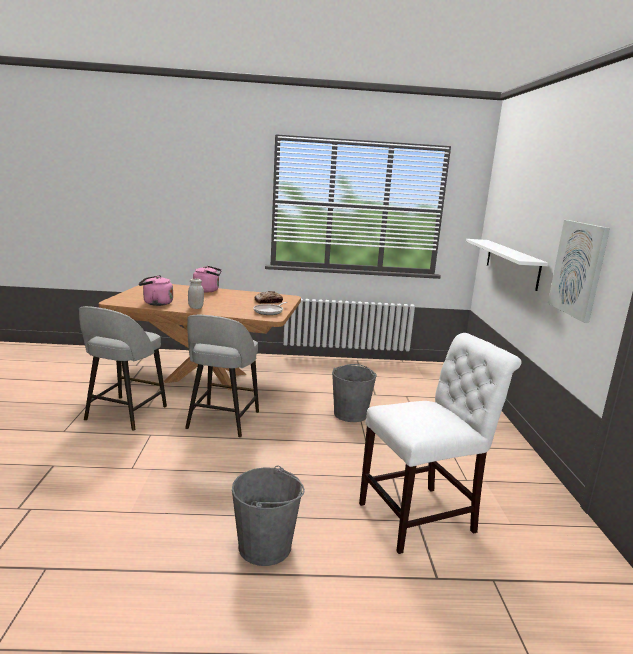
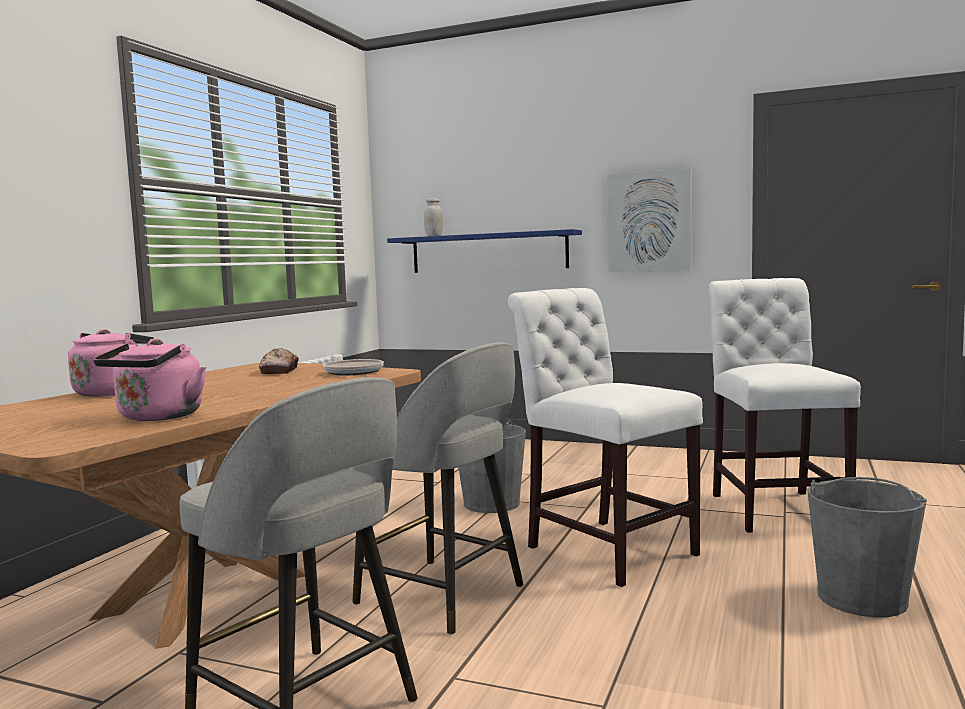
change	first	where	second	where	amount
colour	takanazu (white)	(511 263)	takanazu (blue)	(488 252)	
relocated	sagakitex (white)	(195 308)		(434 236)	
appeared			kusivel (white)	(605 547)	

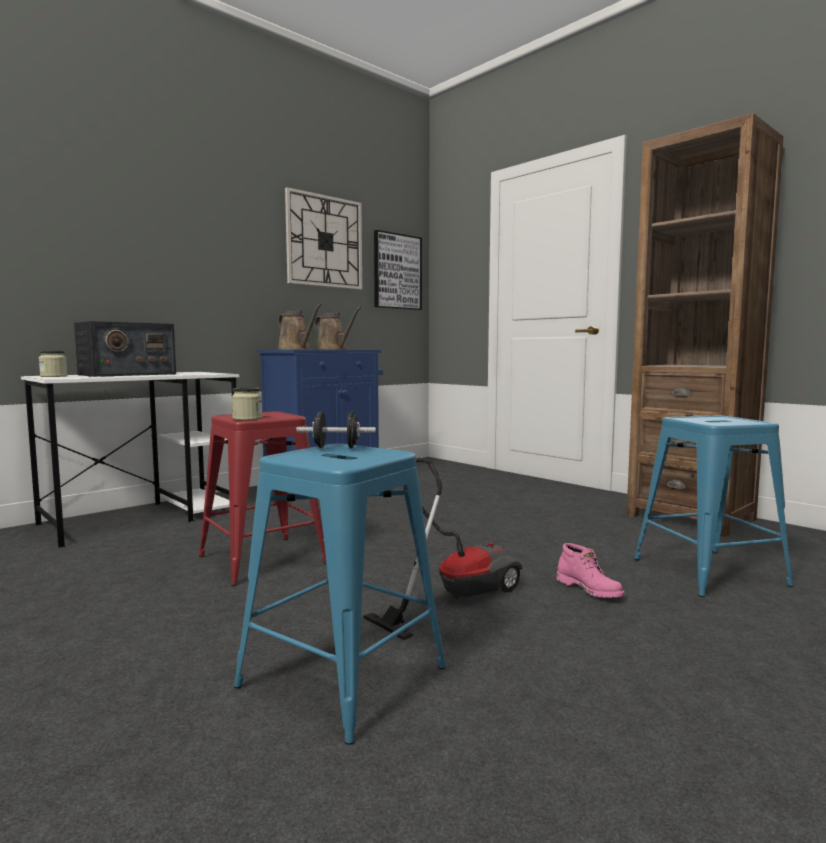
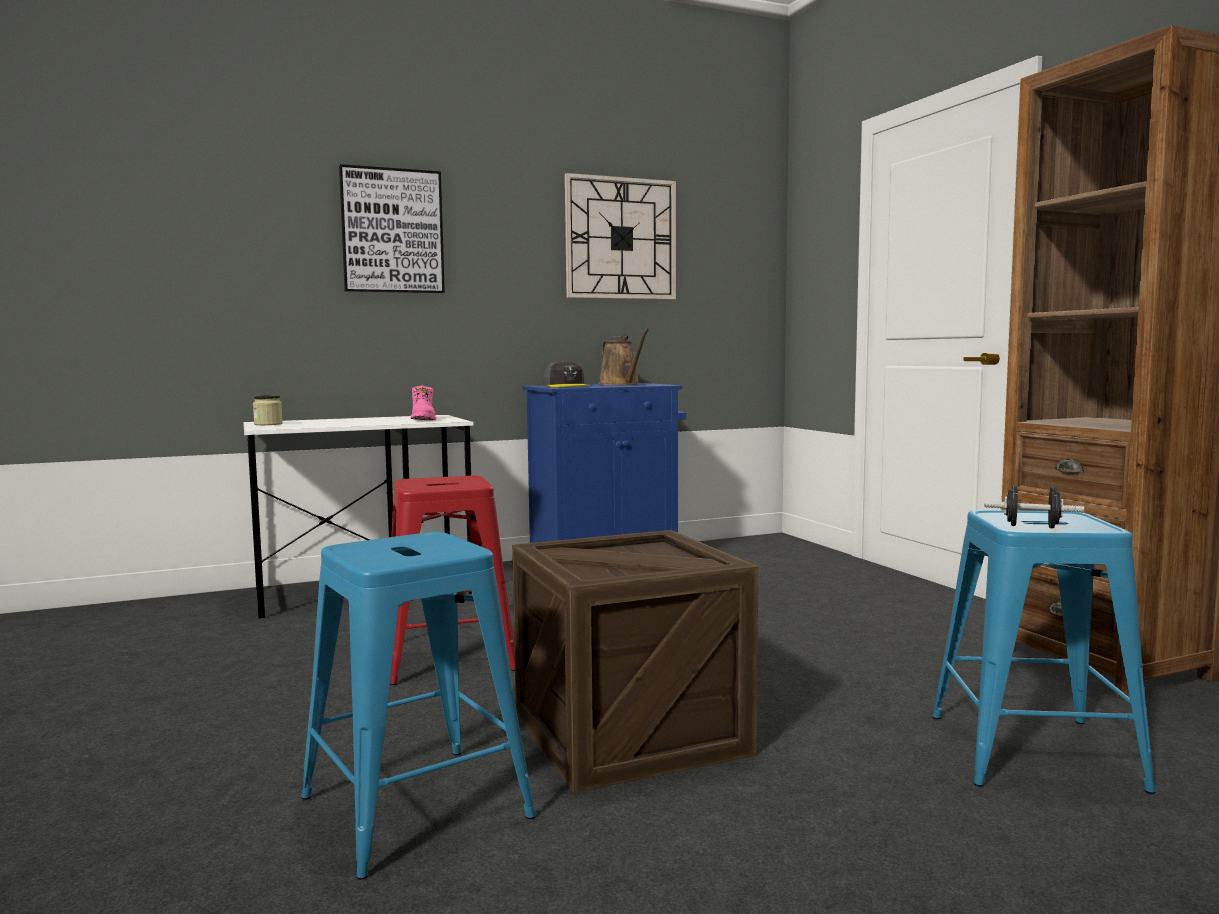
change	first	where	second	where	amount
relocated	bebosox	(397 271)		(392 231)	
relocated	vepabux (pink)	(590 589)		(424 420)	
exchanged	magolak	(454 596)	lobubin	(629 733)	
exchanged	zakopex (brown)	(296 349)	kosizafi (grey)	(566 386)	
relocated	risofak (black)	(336 447)		(1032 526)	
missing	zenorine	(127 374)			
missing	sagakitex	(247 418)			

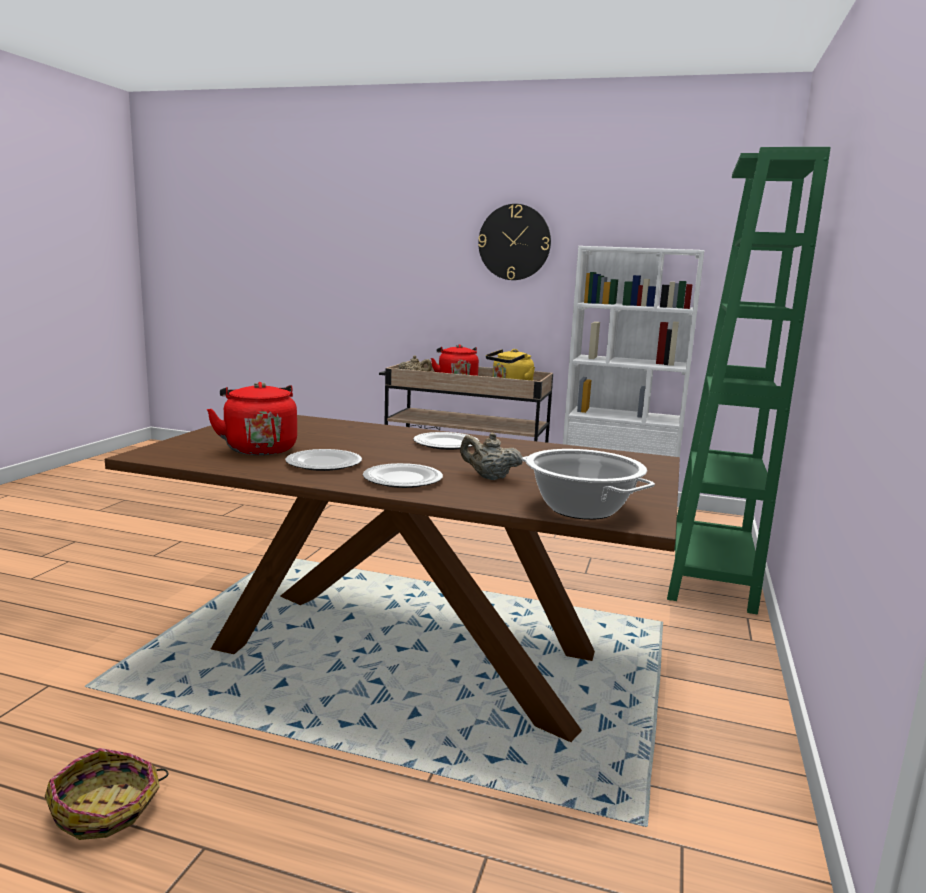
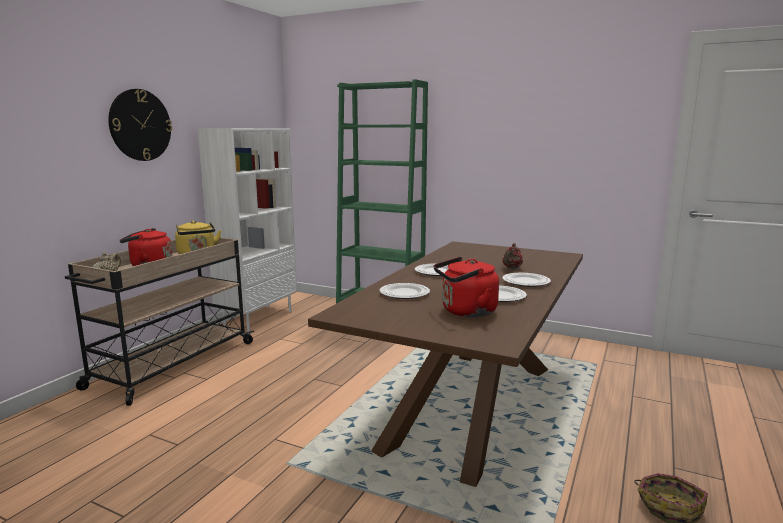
change	first	where	second	where	amount
appeared			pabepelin	(403 293)	
colour	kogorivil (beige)	(489 477)	kogorivil (red)	(512 268)	
missing	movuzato	(582 509)			

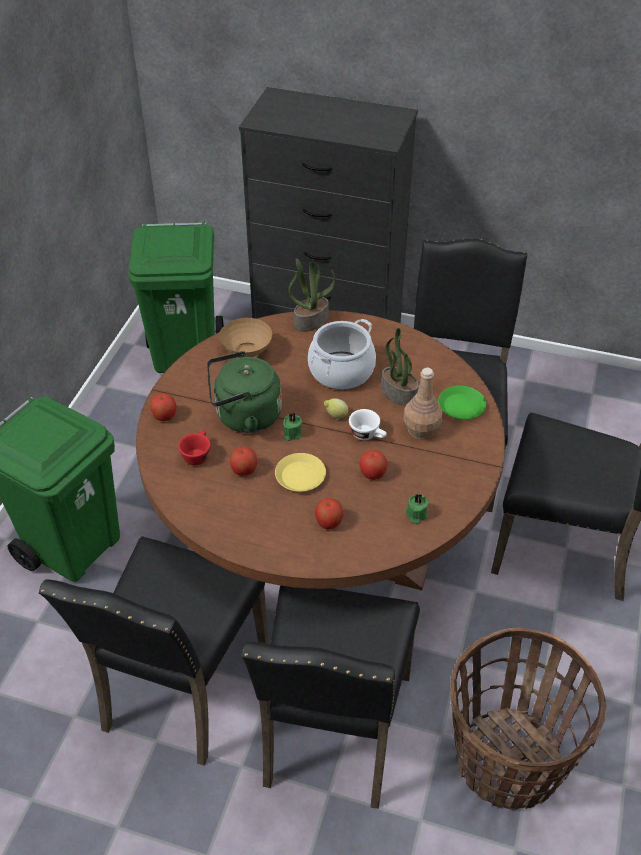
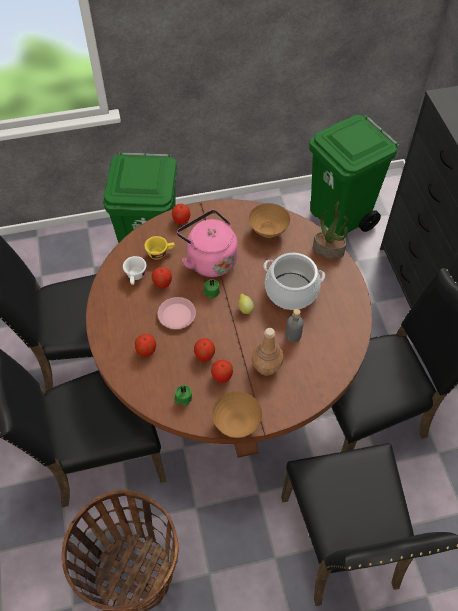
change	first	where	second	where	amount
relocated	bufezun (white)	(368 435)		(136 277)	
colour	bufezun (red)	(197 454)	bufezun (yellow)	(160 253)	
colour	pabepelin (yellow)	(300 476)	pabepelin (pink)	(176 315)	
colour	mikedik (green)	(244 416)	mikedik (pink)	(209 259)	
appeared			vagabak	(222 376)	
appeared			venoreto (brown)	(237 424)	
exchanged	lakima	(398 394)	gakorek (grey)	(293 335)	
missing	pabepelin (green)	(461 406)			

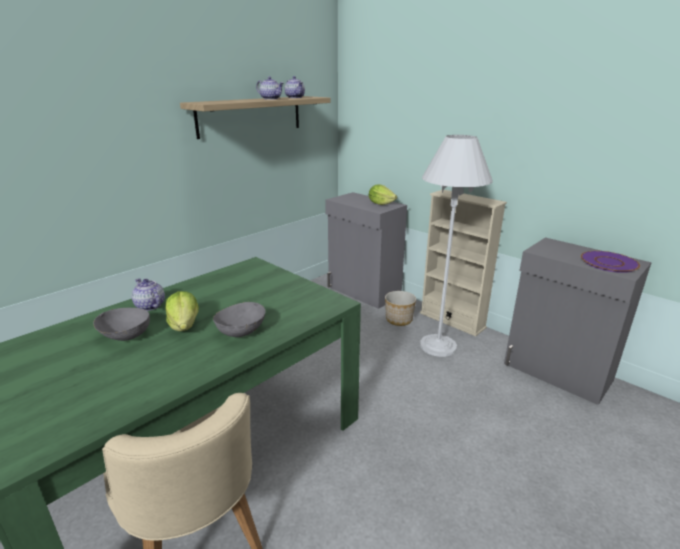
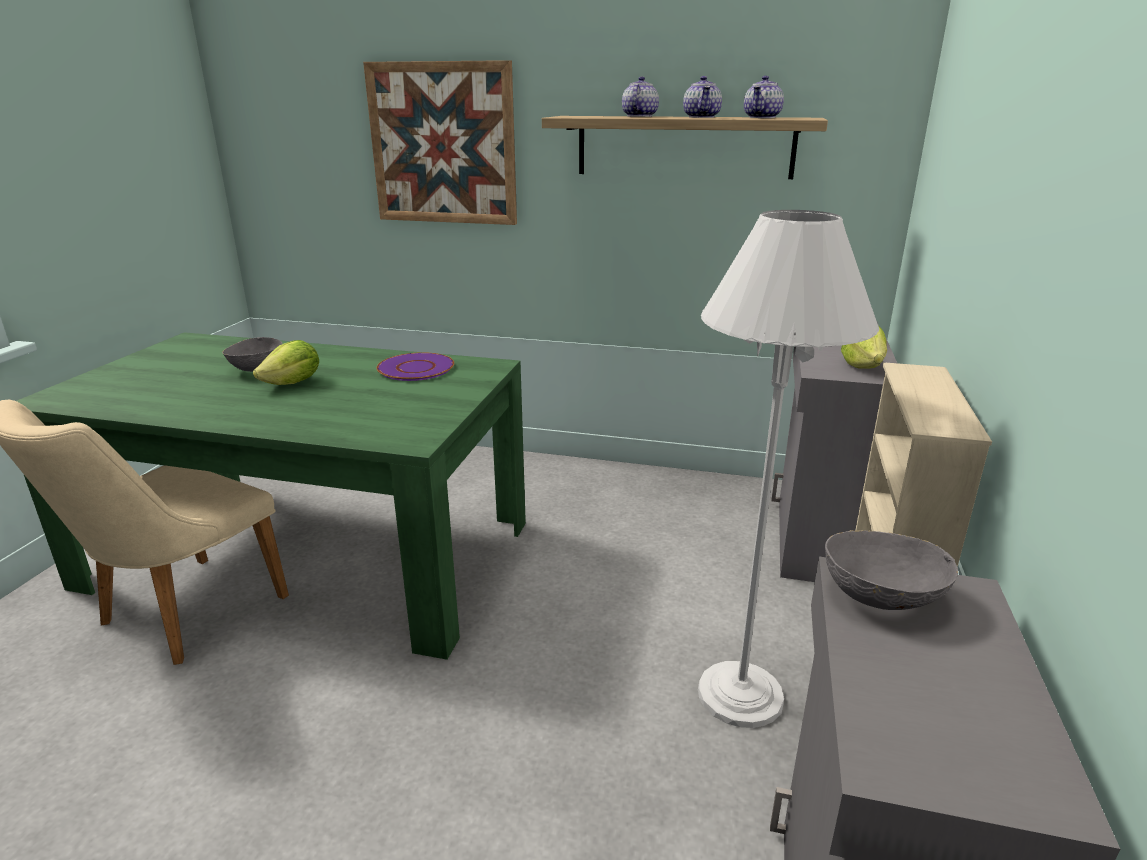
change	first	where	second	where	amount
appeared			bebosox	(443 144)	
relocated	pabepelin (purple)	(608 262)		(416 368)	
relocated	kogorivil	(149 306)		(639 116)	
relocated	venoreto (grey)	(241 331)		(881 595)	
missing	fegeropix	(399 319)			

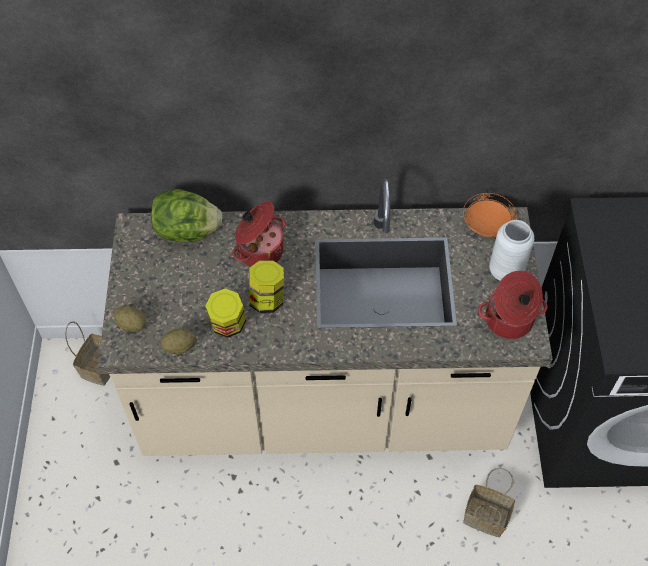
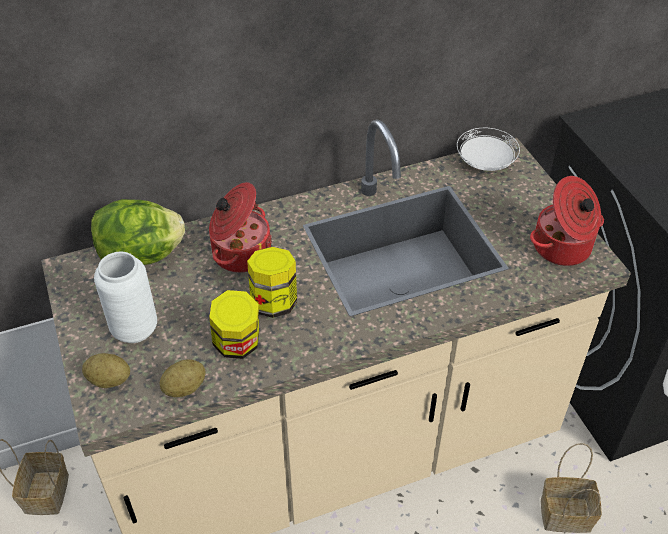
change	first	where	second	where	amount
relocated	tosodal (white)	(505 271)		(134 329)	
colour	pabepelin (orange)	(487 224)	pabepelin (white)	(485 163)	

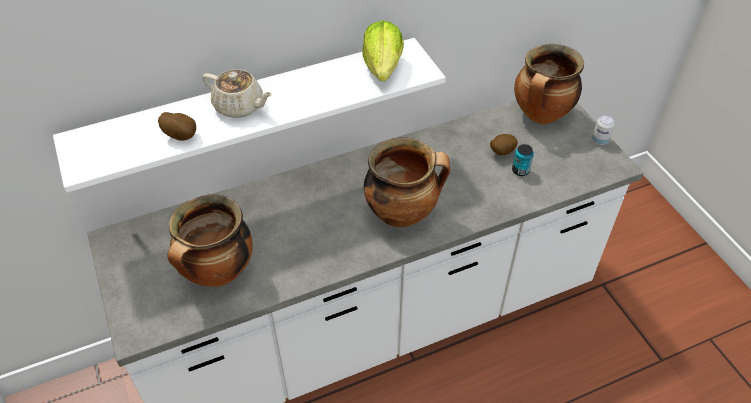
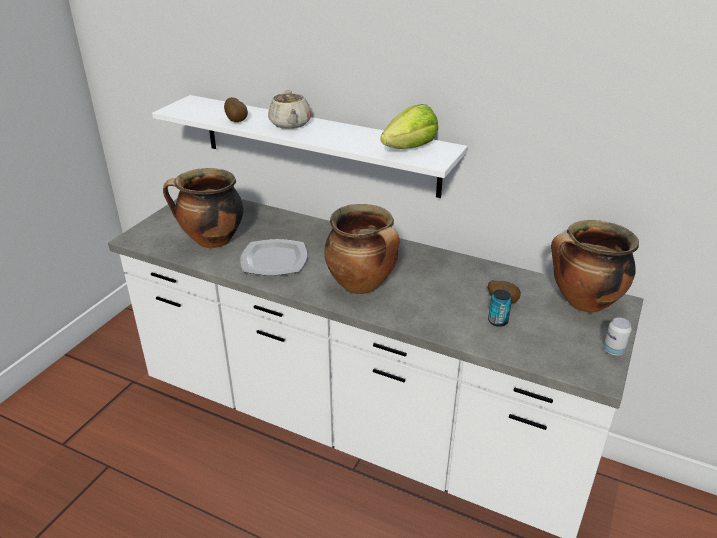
change	first	where	second	where	amount
appeared			pabepelin	(273 260)	

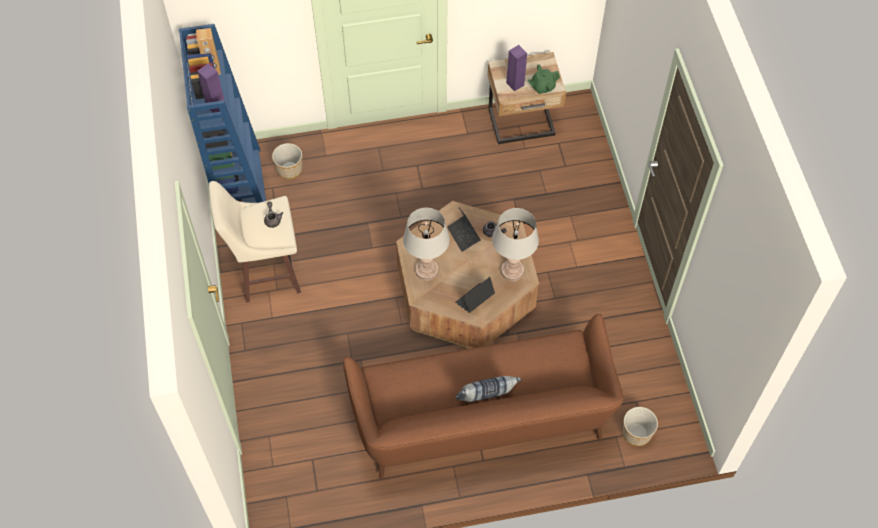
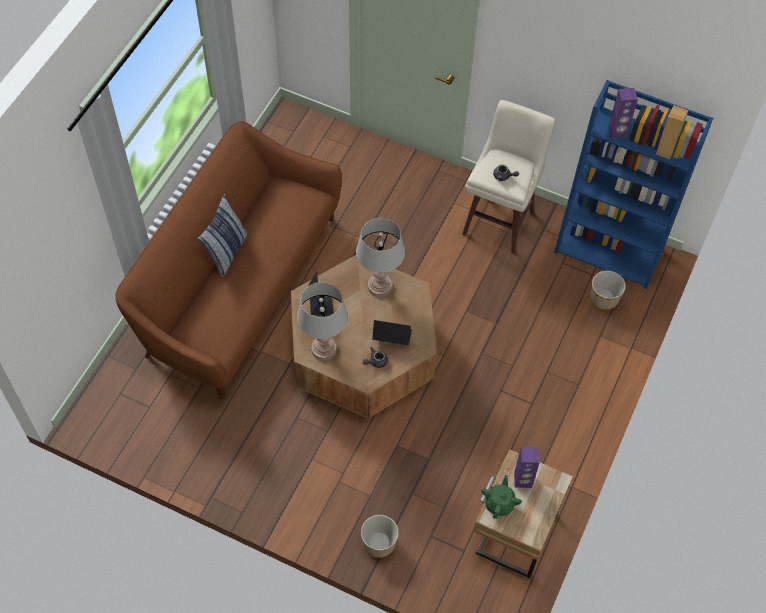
change	first	where	second	where	amount
relocated	fegeropix	(636 432)		(379 543)	

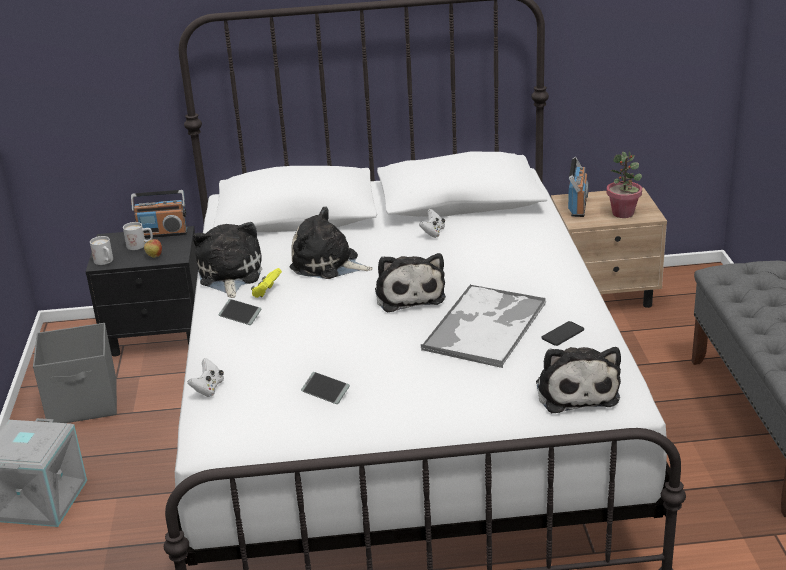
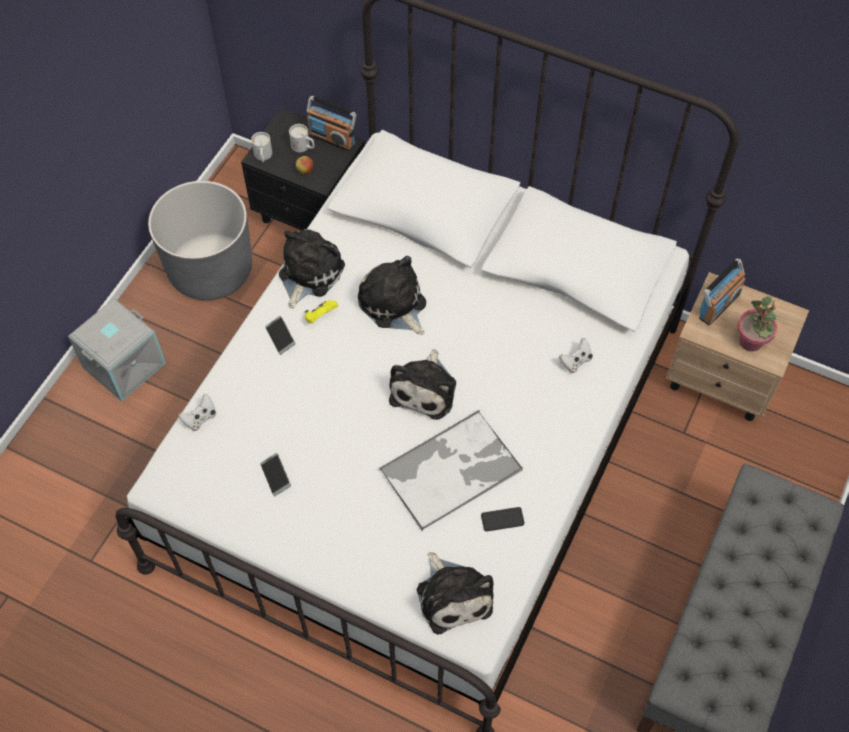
change	first	where	second	where	amount
exchanged	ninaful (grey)	(84 403)	fegeropix (grey)	(210 270)	
spun	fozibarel	(575 391)		(453 595)	45 degrees counterclockwise
relocated	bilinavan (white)	(433 232)		(575 361)	

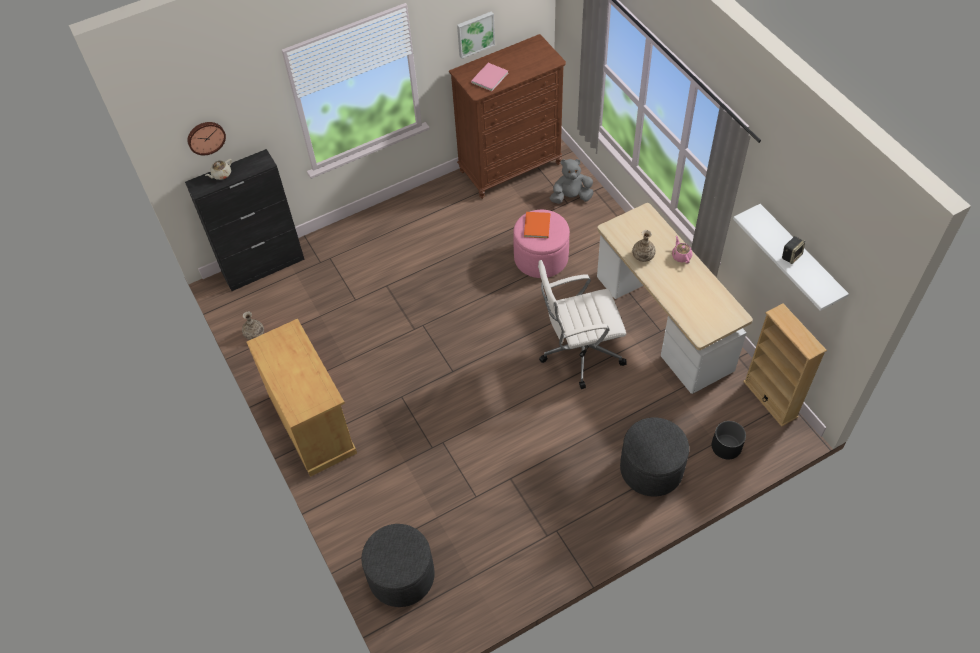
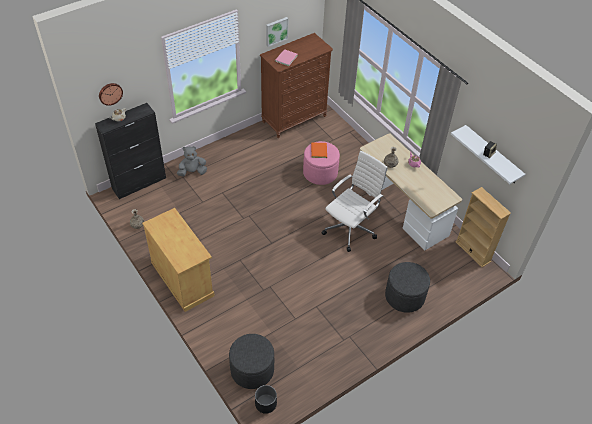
change	first	where	second	where	amount
relocated	fozibarel (grey)	(571 197)		(192 172)	
relocated	fegeropix (black)	(726 447)		(265 404)	
spun	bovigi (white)	(579 352)		(351 228)	150 degrees clockwise

